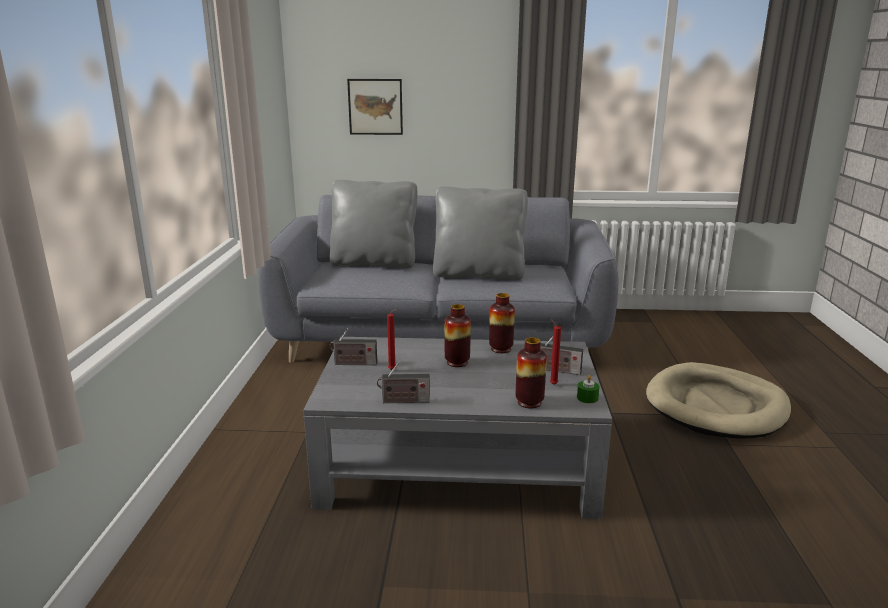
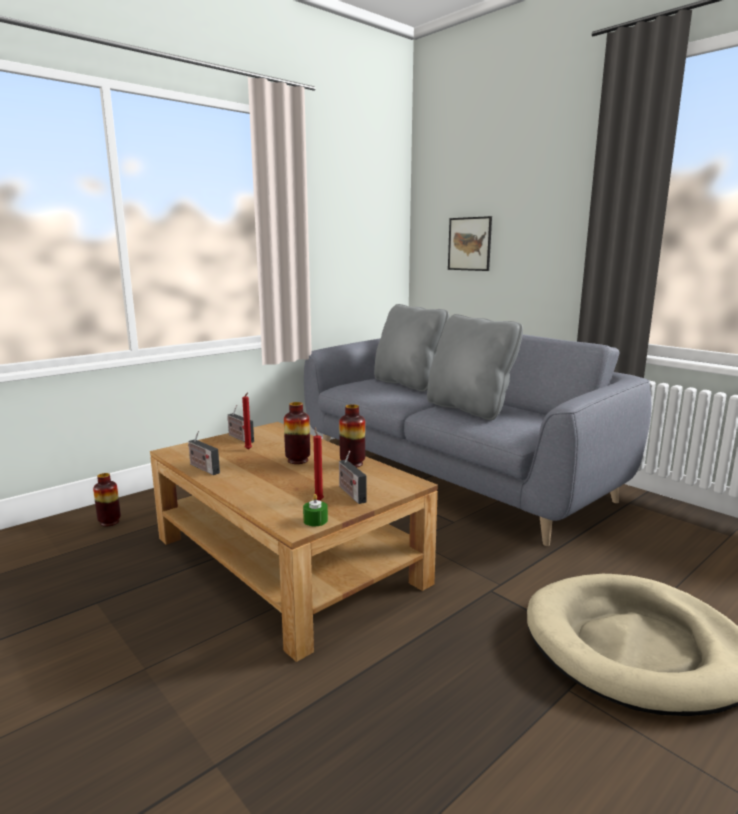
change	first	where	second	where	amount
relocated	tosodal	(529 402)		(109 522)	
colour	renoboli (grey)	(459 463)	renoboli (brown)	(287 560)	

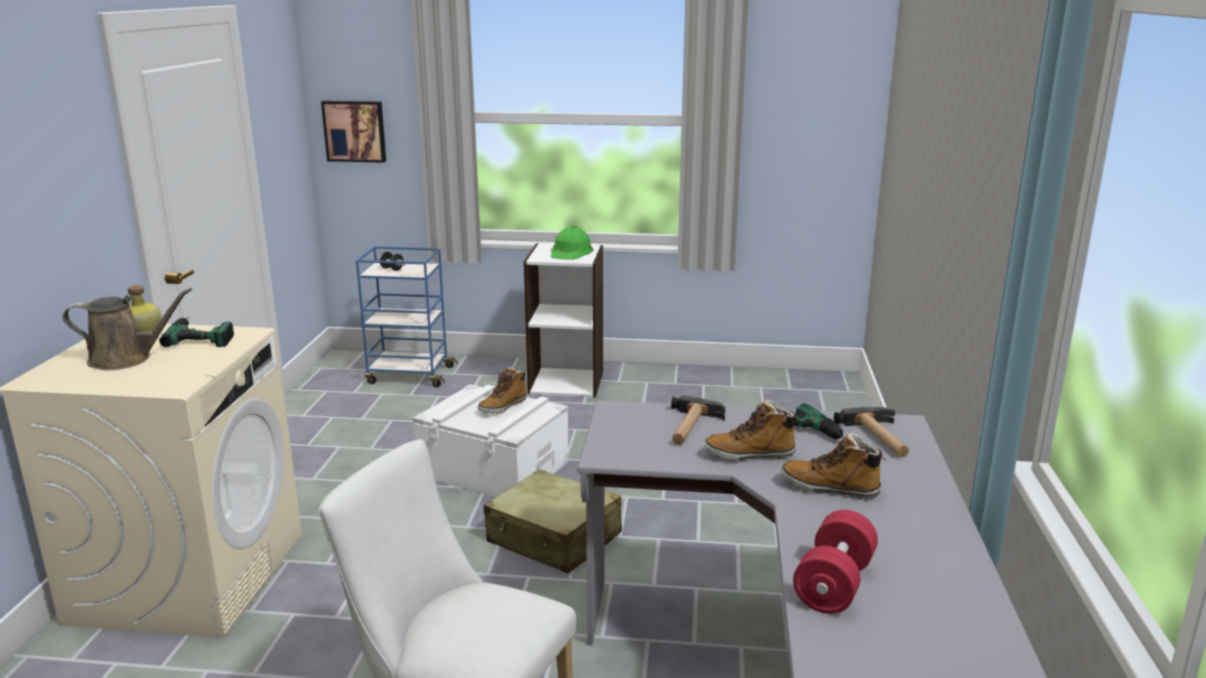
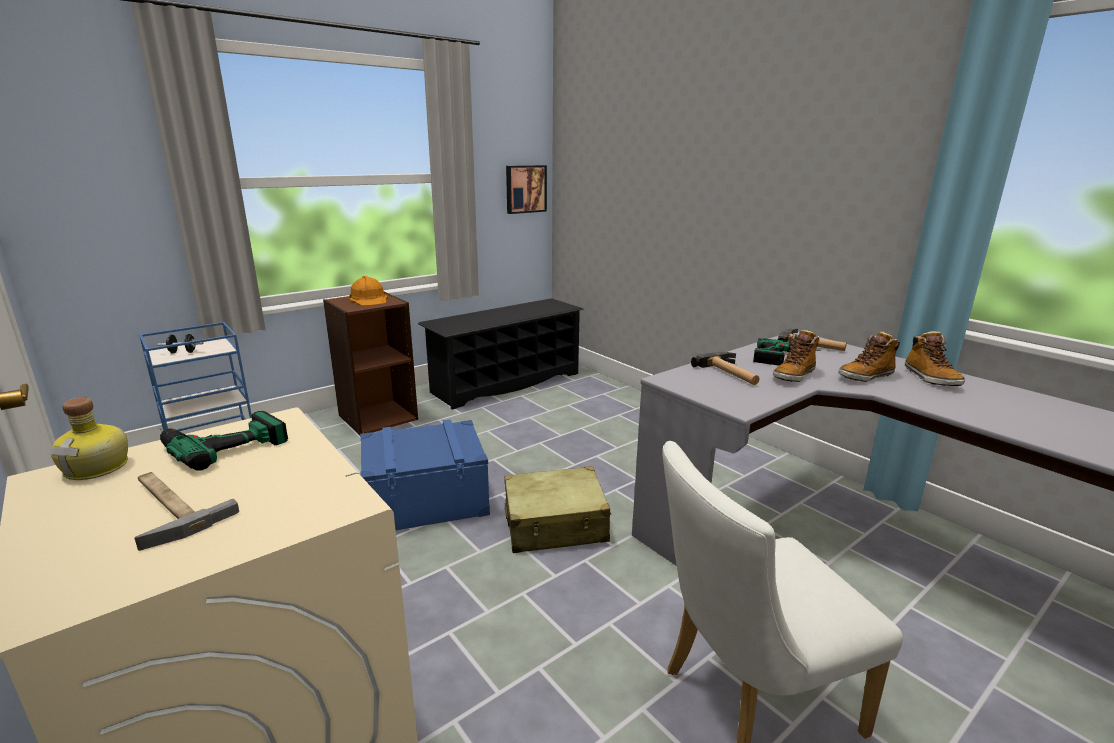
change	first	where	second	where	amount
exchanged	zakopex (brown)	(126 359)	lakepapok	(167 506)	
colour	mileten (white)	(566 382)	mileten (brown)	(378 417)	
colour	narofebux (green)	(571 251)	narofebux (orange)	(369 299)	
colour	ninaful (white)	(494 468)	ninaful (blue)	(426 498)	
appeared			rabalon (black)	(506 383)	
relocated	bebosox	(355 131)		(525 189)	
relocated	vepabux	(503 406)		(930 378)	
missing	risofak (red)	(834 584)			

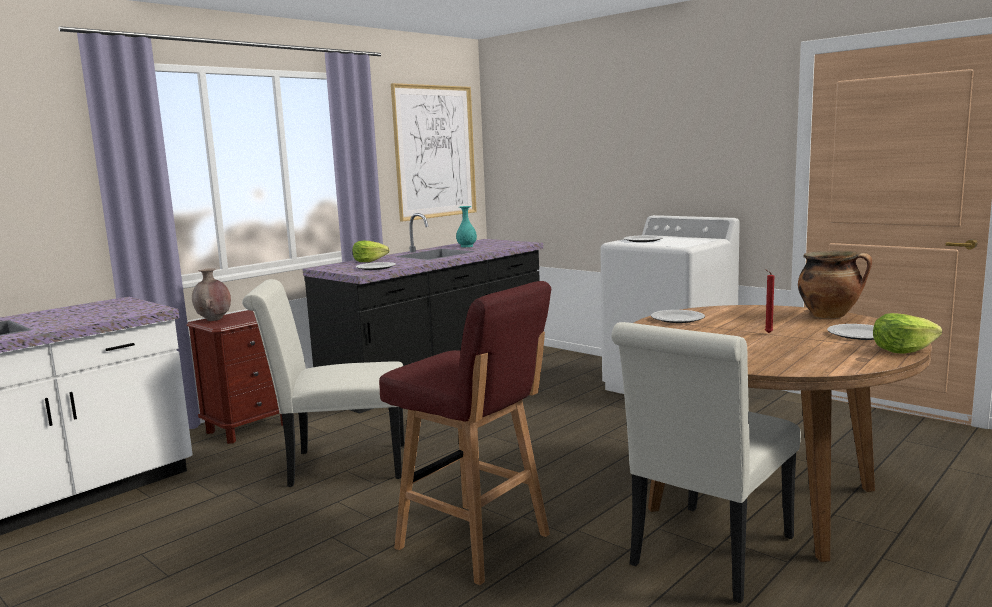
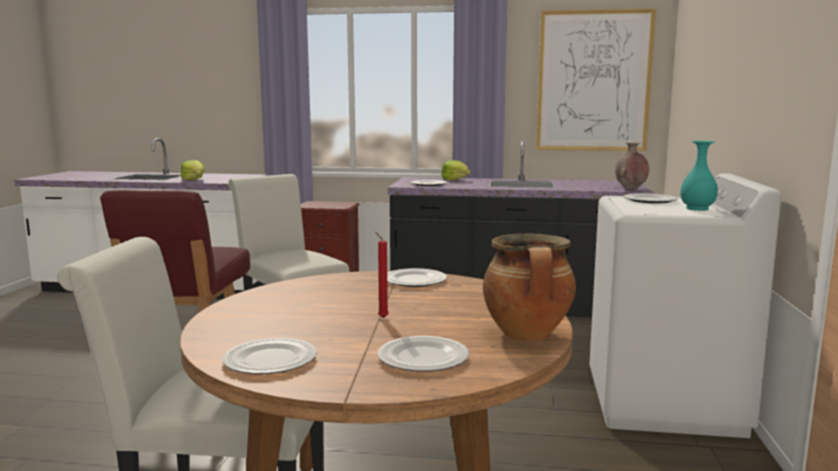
change	first	where	second	where	amount
relocated	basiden	(902 350)		(194 180)	
appeared			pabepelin	(271 360)	
relocated	tosodal (brown)	(214 320)		(630 189)	
relocated	tosodal (turquoise)	(467 246)		(697 209)	

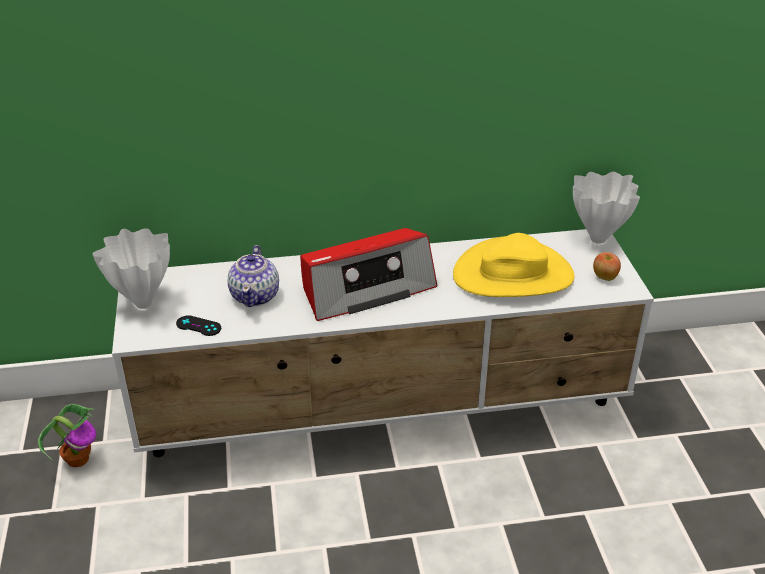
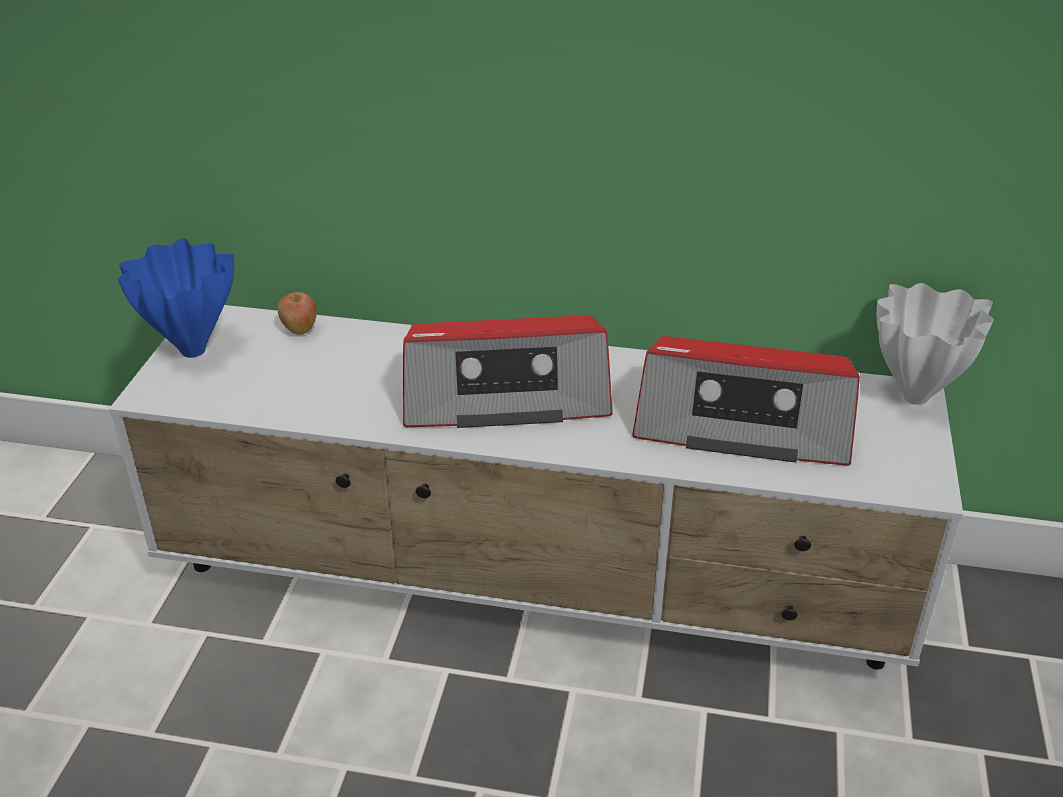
change	first	where	second	where	amount
colour	tosodal (white)	(143 303)	tosodal (blue)	(193 349)	
relocated	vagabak	(604 277)		(299 330)	
exchanged	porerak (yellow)	(513 275)	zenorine	(743 423)	
missing	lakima	(78 458)			
missing	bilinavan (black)	(198 326)			
missing	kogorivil	(255 295)			

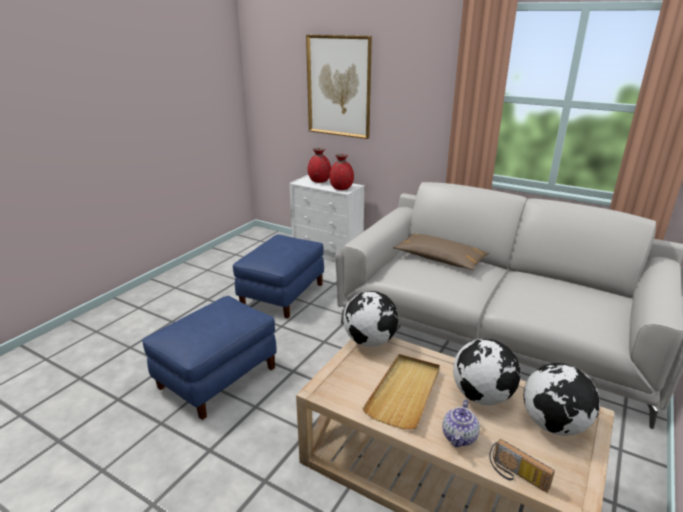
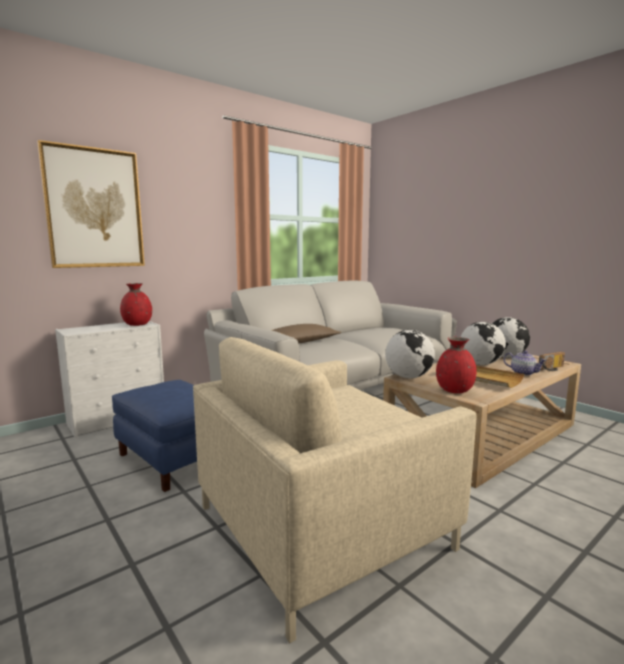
change	first	where	second	where	amount
exchanged	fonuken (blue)	(217 377)	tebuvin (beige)	(321 526)	
relocated	tosodal (red)	(319 181)		(454 390)	

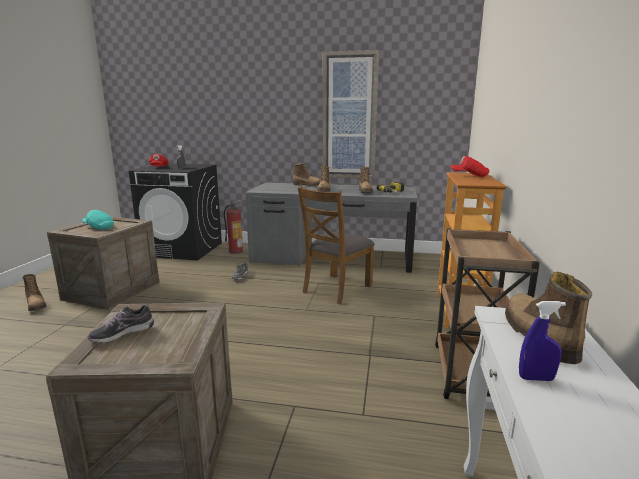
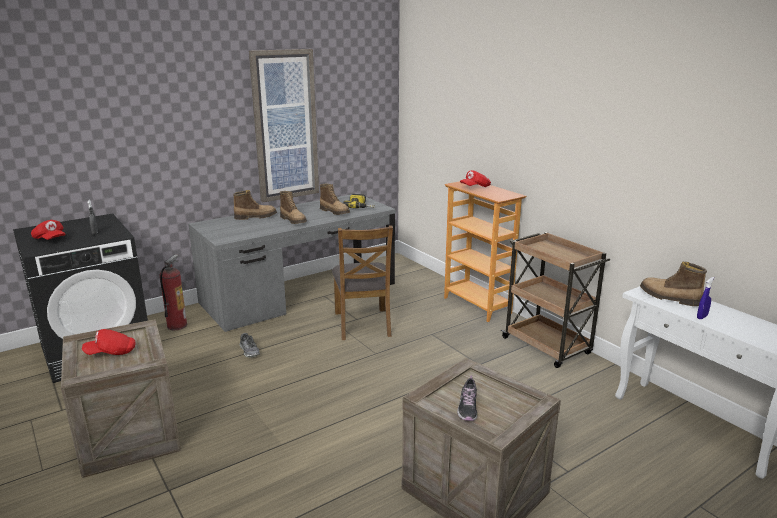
change	first	where	second	where	amount
colour	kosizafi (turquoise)	(99 227)	kosizafi (red)	(111 353)	
missing	vepabux	(36 305)			

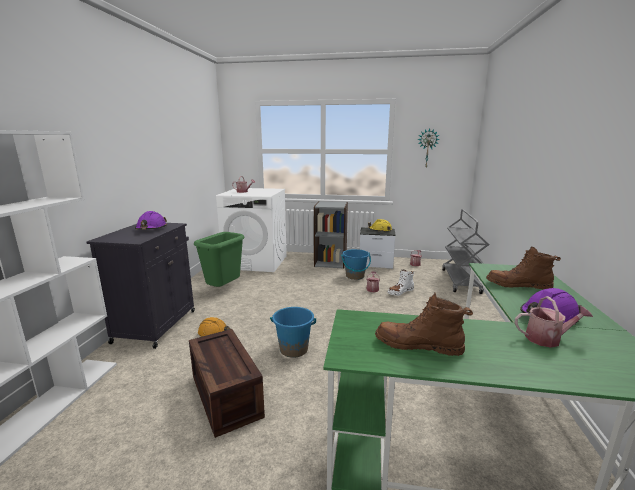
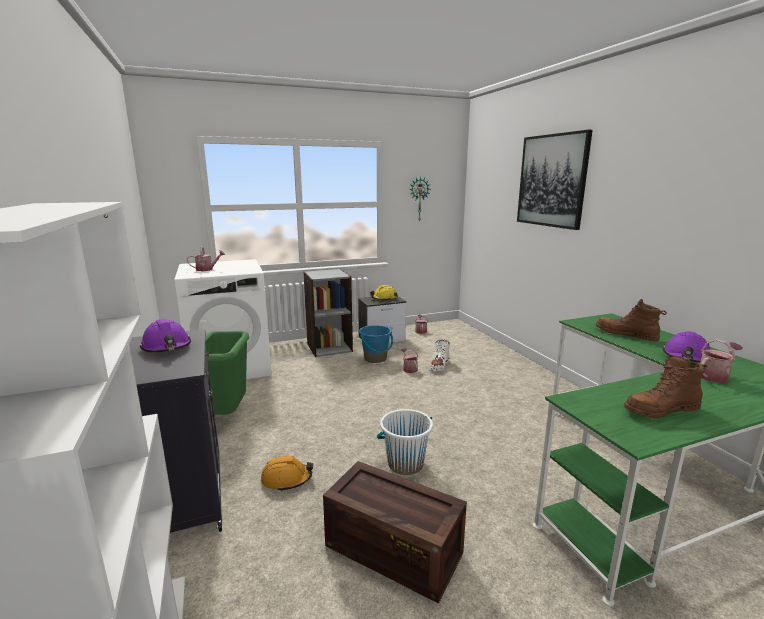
change	first	where	second	where	amount
colour	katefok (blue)	(294 349)	katefok (white)	(405 464)	
appeared			bebosox	(552 181)	
spun	vepabux (brown)	(518 285)		(626 334)	60 degrees clockwise
missing	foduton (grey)	(461 281)			

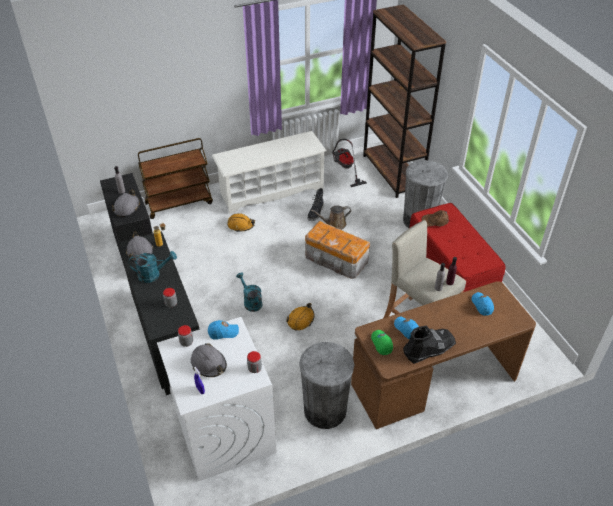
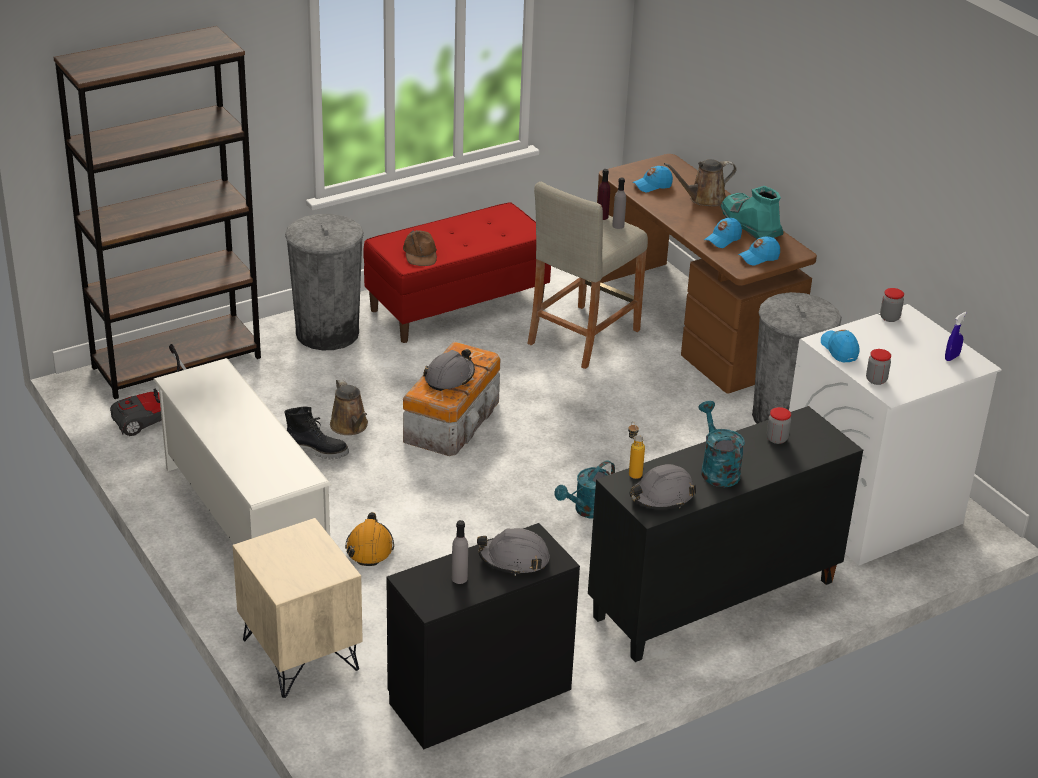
change	first	where	second	where	amount
exchanged	foduton (brown)	(179 203)	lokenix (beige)	(299 655)	
relocated	narofebux (grey)	(209 364)		(449 377)	
appeared			zakopex (brown)	(704 199)	
colour	vepabux (black)	(428 348)	vepabux (turquoise)	(750 225)	
colour	kosizafi (green)	(382 344)	kosizafi (blue)	(759 257)	
missing	narofebux (orange)	(301 320)			

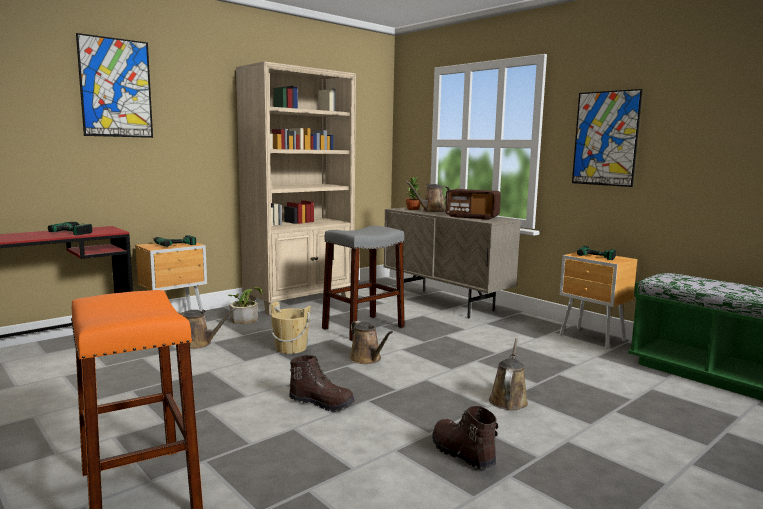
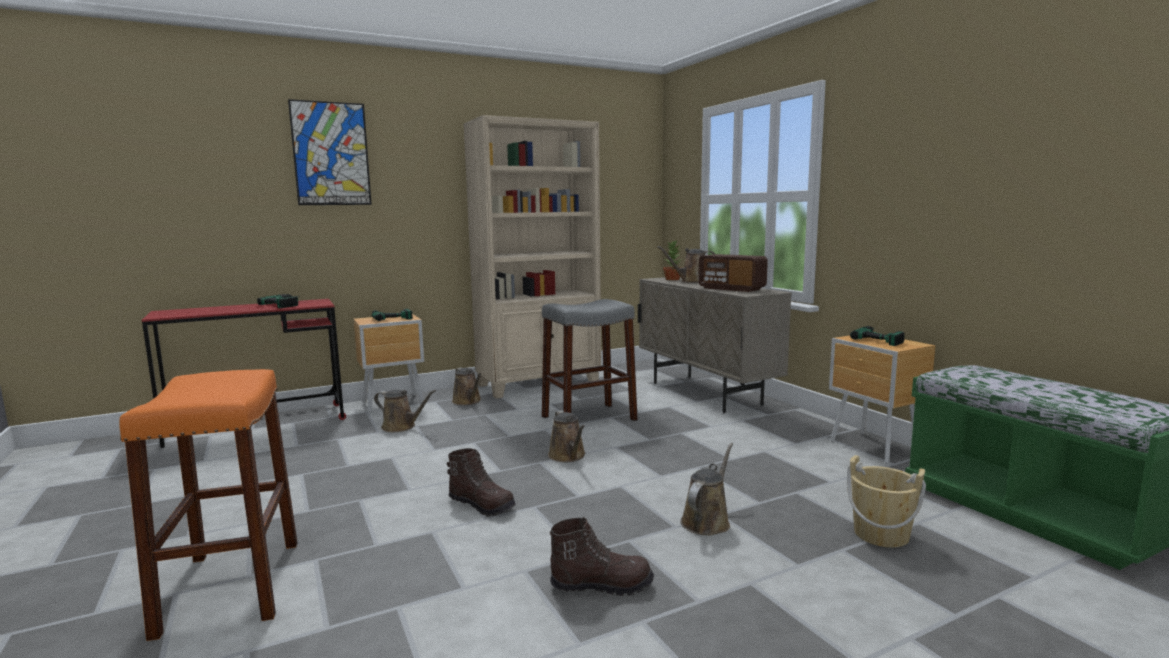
change	first	where	second	where	amount
exchanged	lakima	(245 319)	zakopex (brown)	(468 401)	
spun	vepabux (brown)	(461 454)		(601 585)	105 degrees clockwise
relocated	katefok (beige)	(291 348)		(881 534)	
missing	bebosox	(605 138)			

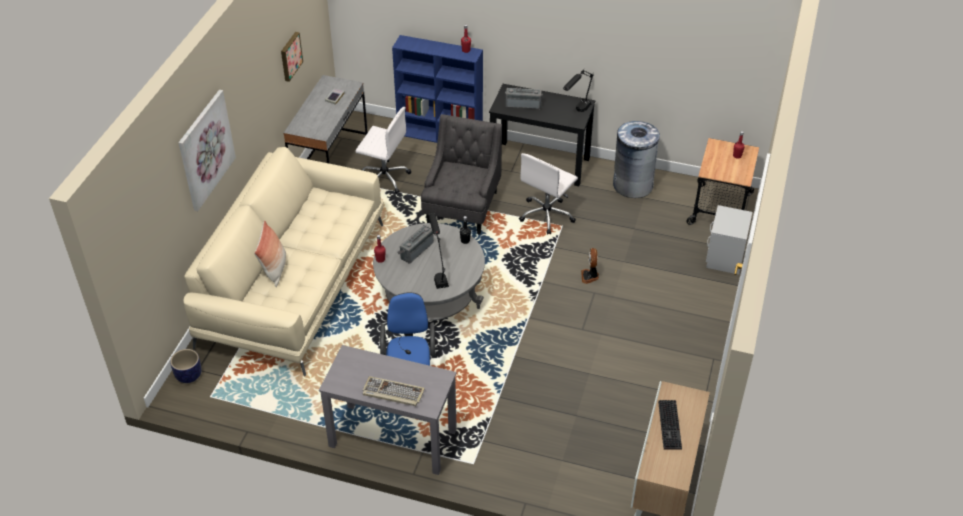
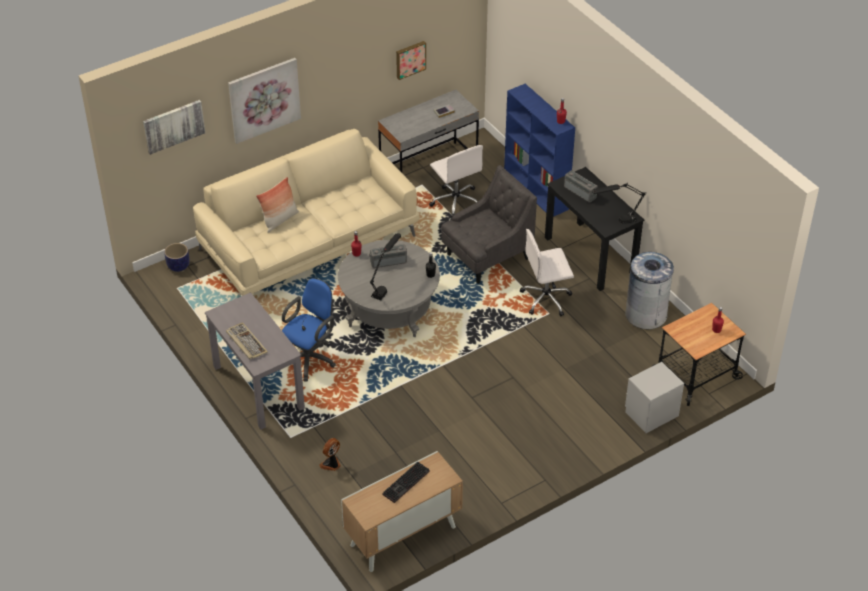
change	first	where	second	where	amount
appeared			bebosox	(173 126)	
relocated	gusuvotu	(590 276)		(331 464)	

